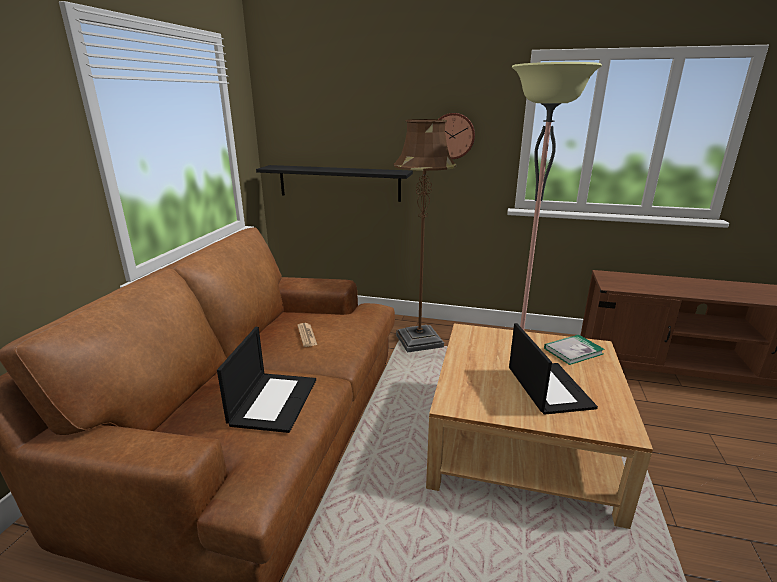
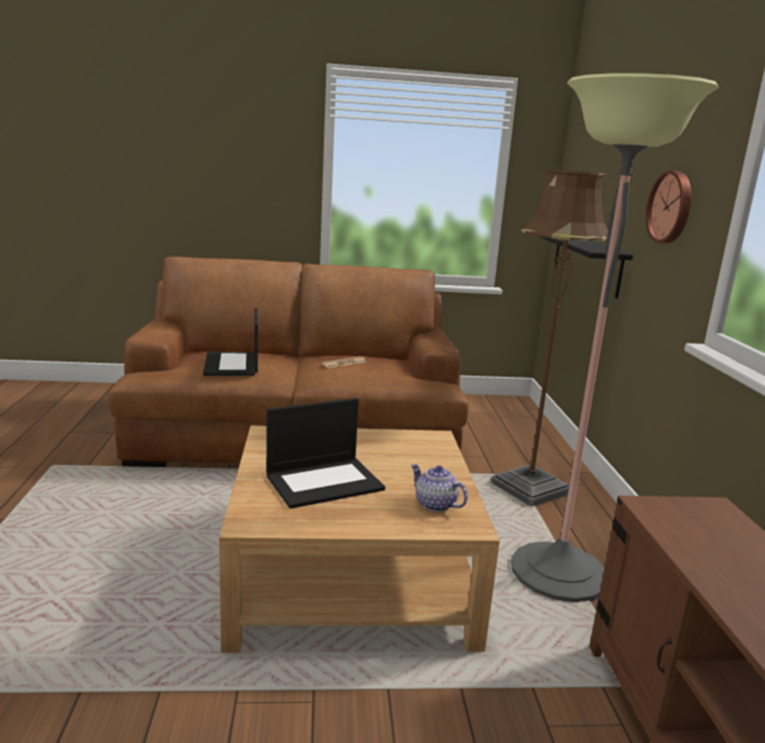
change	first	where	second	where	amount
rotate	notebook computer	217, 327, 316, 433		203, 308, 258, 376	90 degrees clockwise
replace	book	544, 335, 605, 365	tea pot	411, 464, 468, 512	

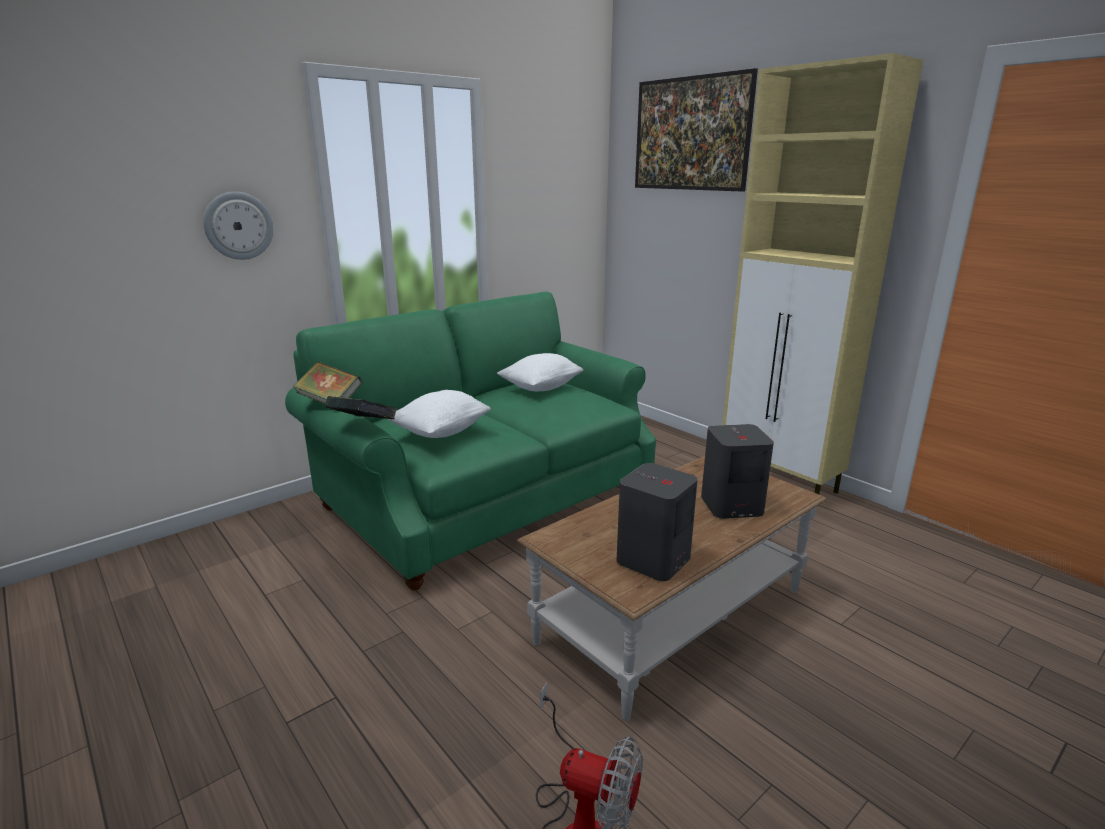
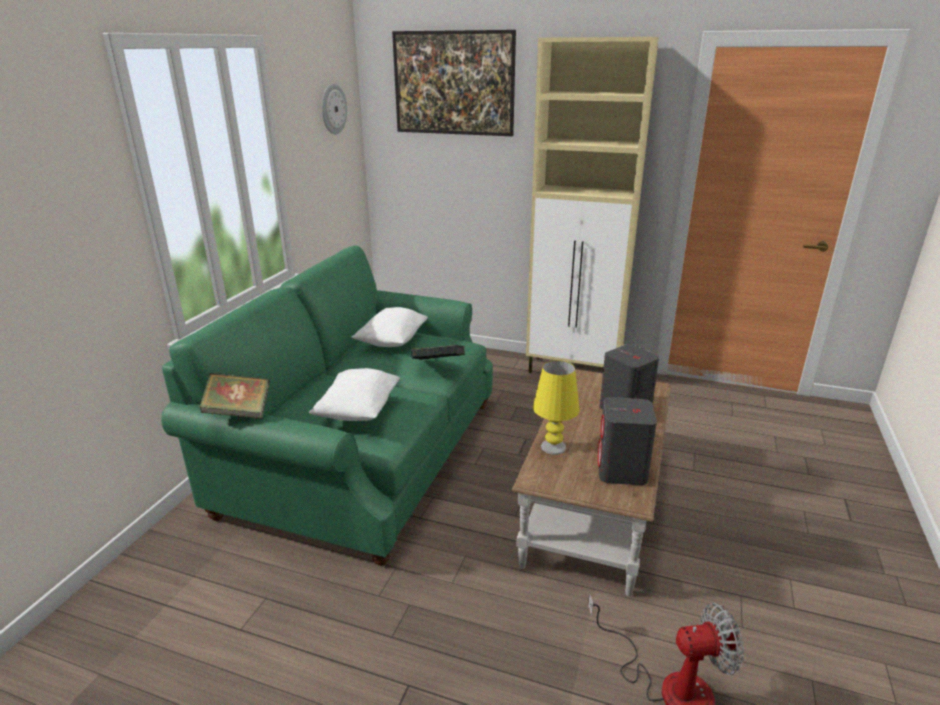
change	first	where	second	where	amount
move	hanging clock	203, 192, 274, 260		322, 83, 347, 134	
move	book	325, 396, 398, 419		411, 345, 465, 360	
insert			yellow-coloured lamp for a table	533, 360, 580, 455	

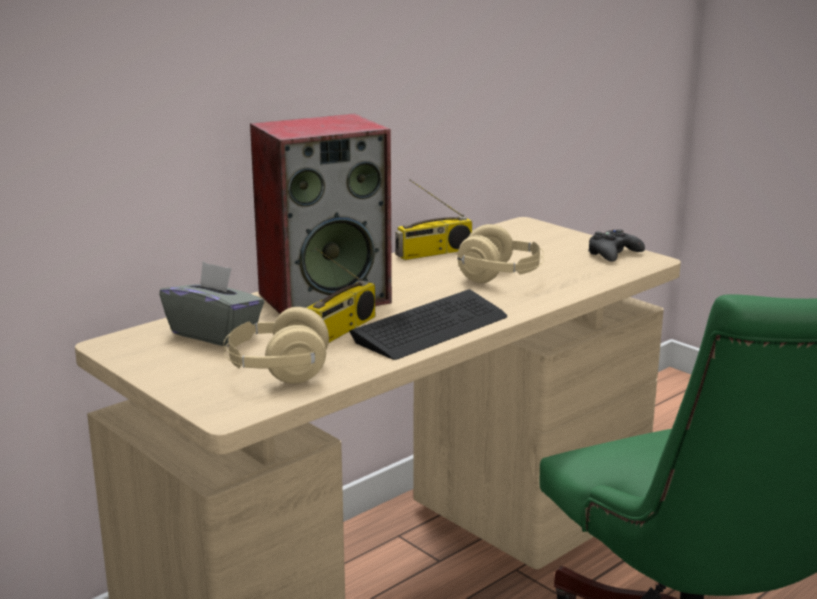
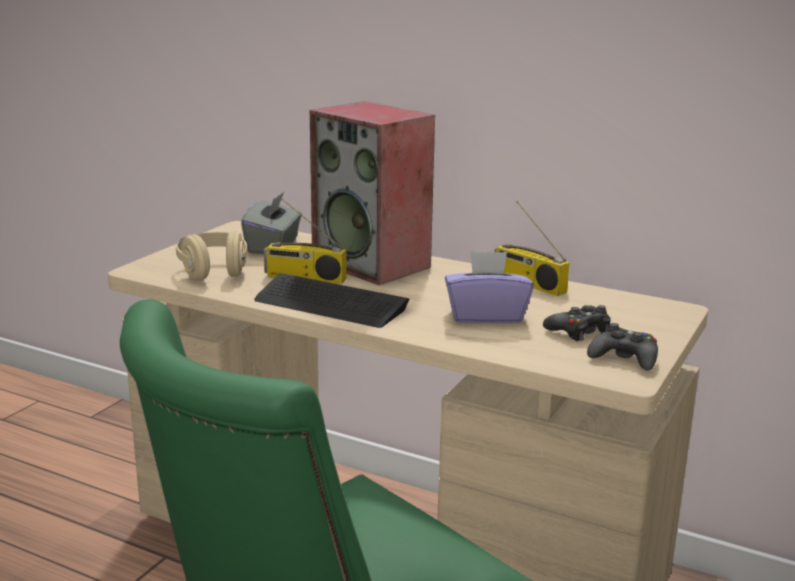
change	first	where	second	where	amount
replace	beige headset	457, 224, 544, 283	purplish tissue holder	445, 251, 534, 323	
insert			blackish joypad	543, 305, 611, 341	

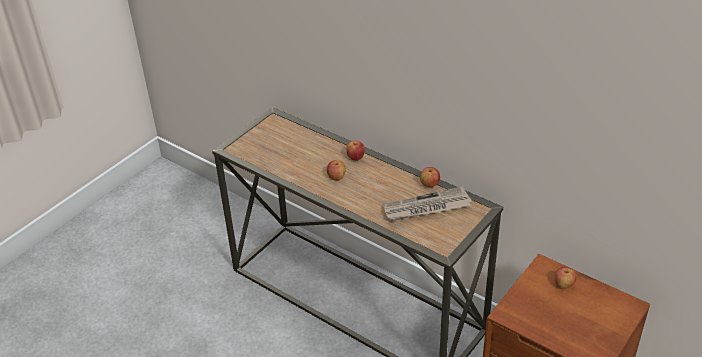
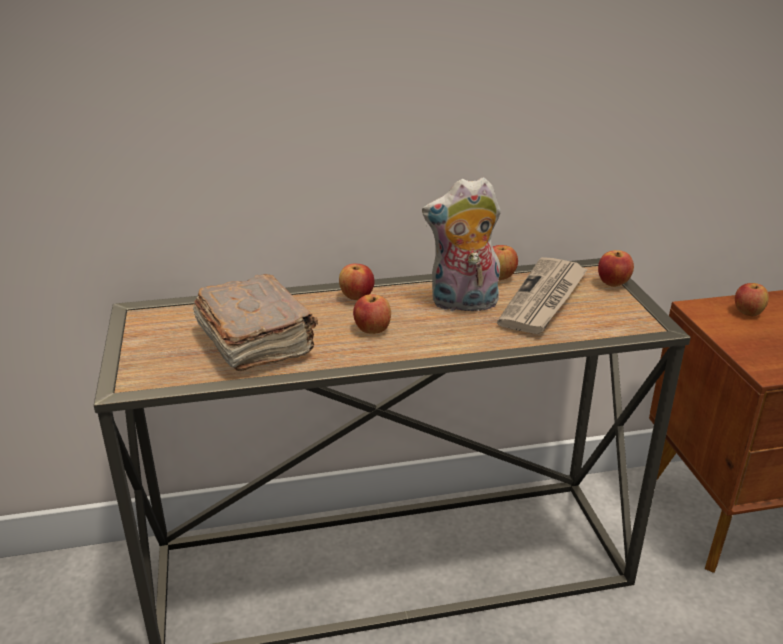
change	first	where	second	where	amount
insert			brown-coloured book	193, 274, 318, 371	
insert			cuddly toy	422, 177, 501, 311	
insert			apple	598, 250, 634, 287	

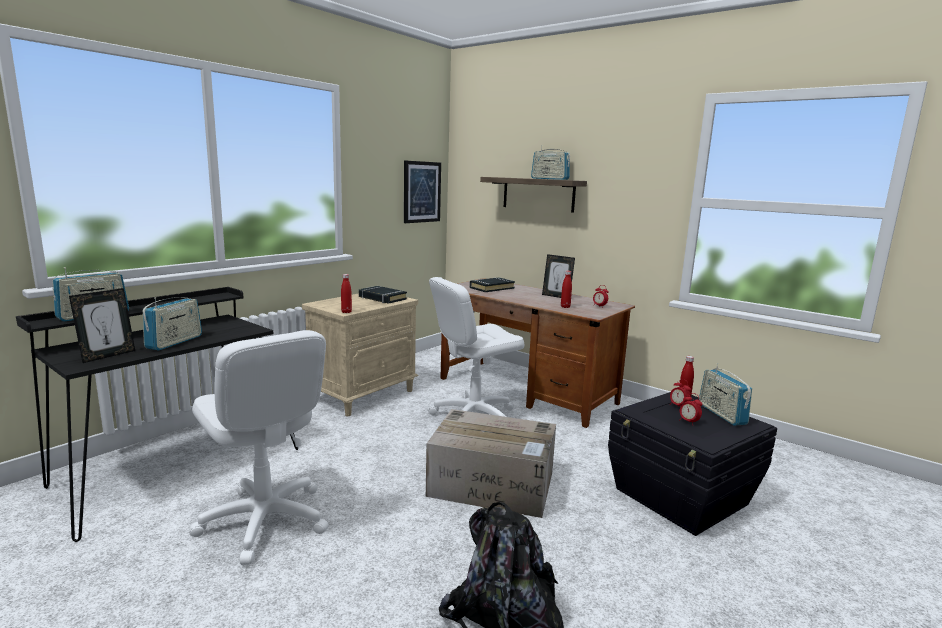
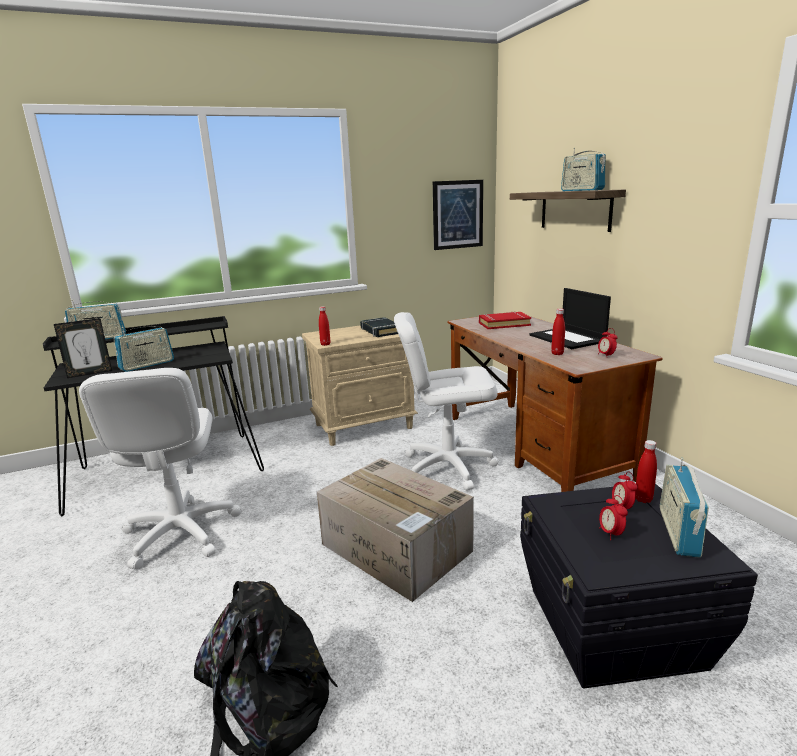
change	first	where	second	where	amount
recolor	blackish book	470, 277, 515, 292	reddish book	479, 312, 531, 329	
replace	photo frame	542, 254, 575, 298	notebook computer	530, 288, 611, 349	

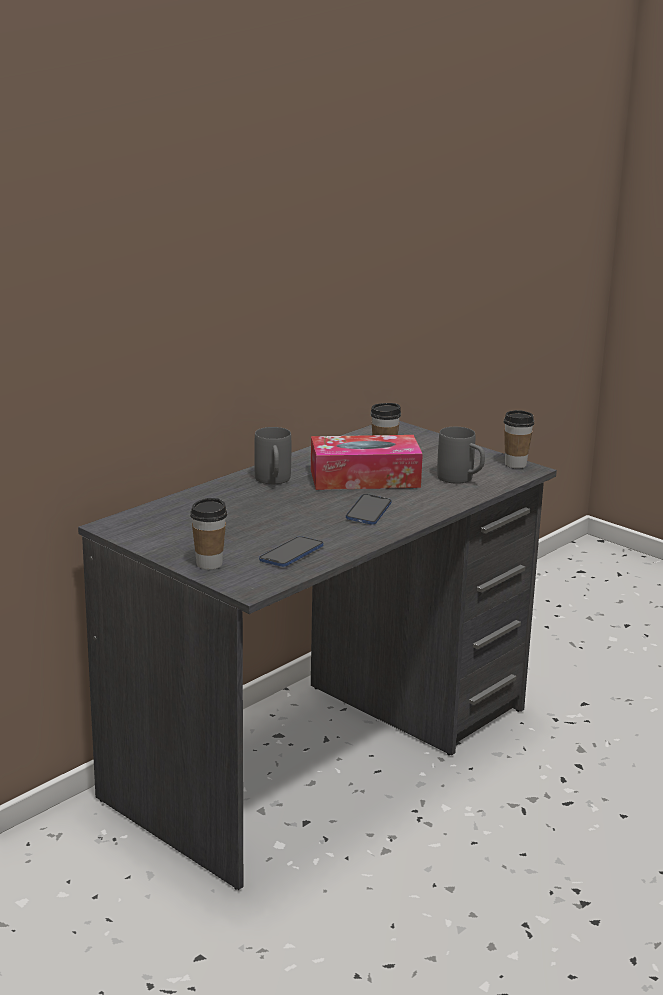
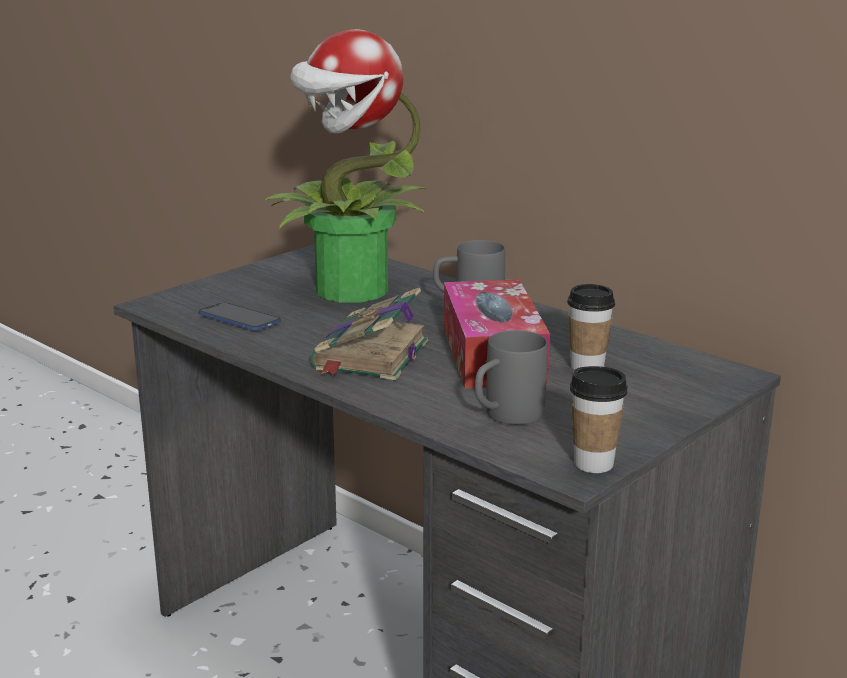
change	first	where	second	where	amount
delete	cup	190, 498, 227, 570			
replace	telephone	346, 494, 392, 525	book	311, 287, 428, 380	
insert			potted plant	266, 29, 426, 302	

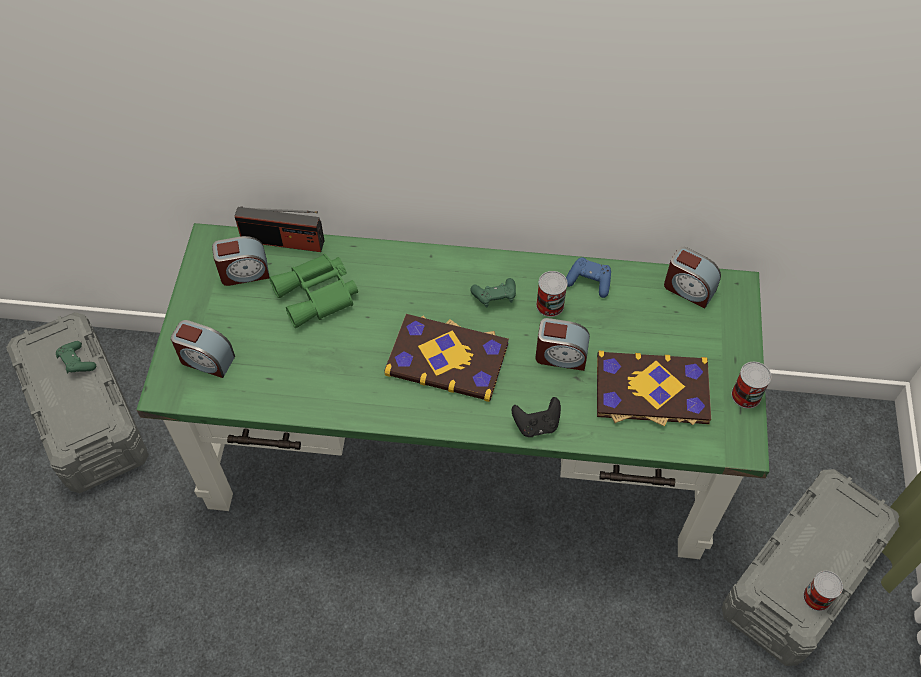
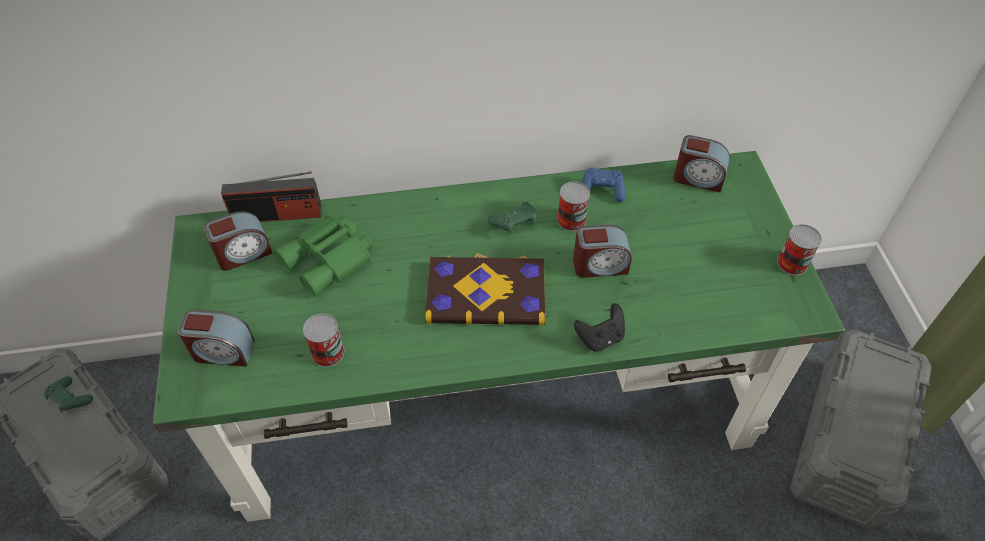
change	first	where	second	where	amount
delete	book	597, 351, 711, 427			
move	can	803, 571, 843, 611		303, 313, 344, 367	

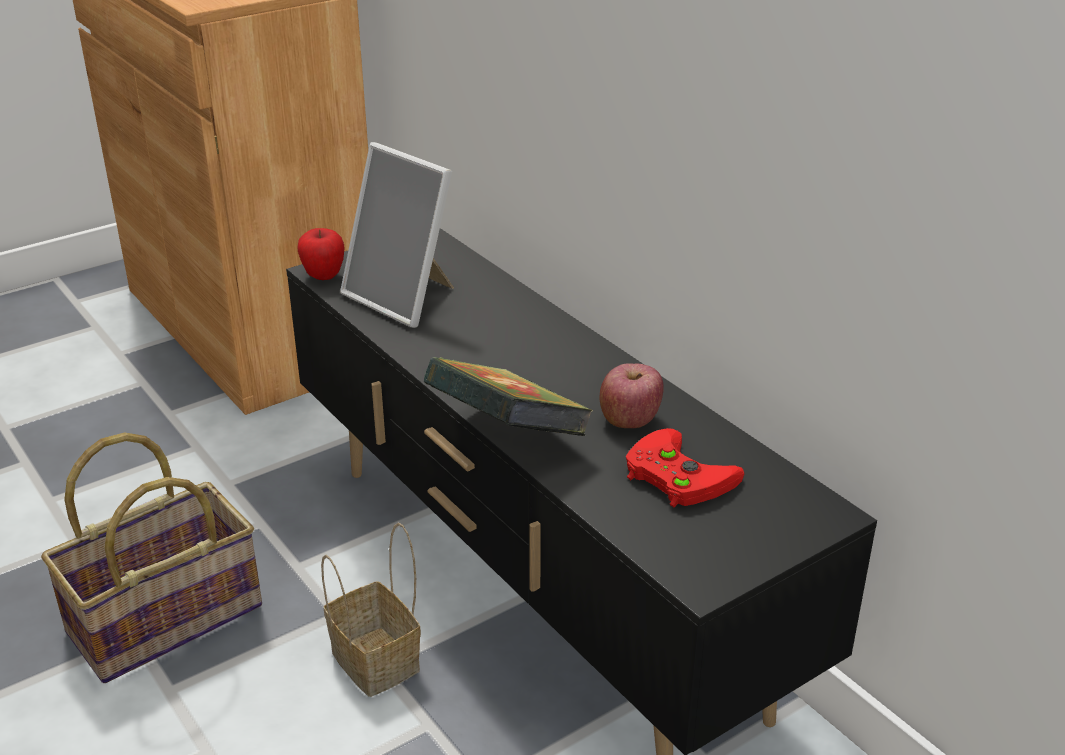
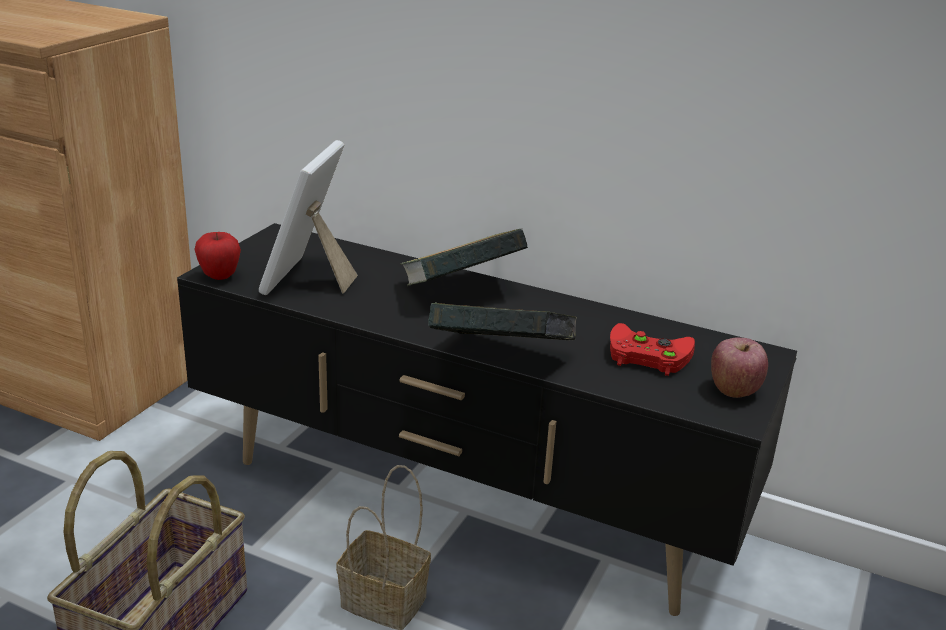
change	first	where	second	where	amount
rotate	photo frame	340, 142, 454, 328		259, 140, 358, 295	90 degrees clockwise
move	apple	599, 363, 664, 428		711, 337, 768, 398	
insert			book	400, 229, 528, 286	

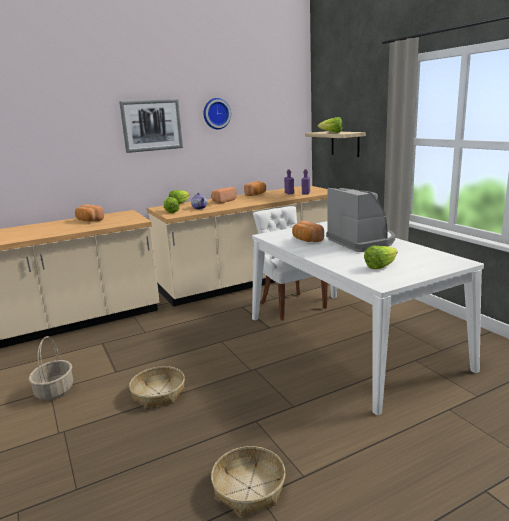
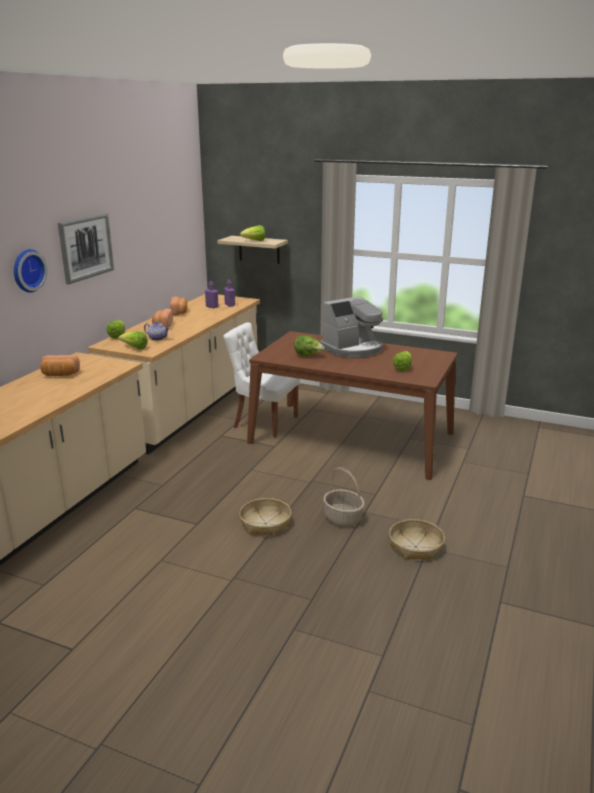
change	first	where	second	where	amount
move	storage basket	29, 336, 73, 400		323, 467, 365, 527	
move	hanging clock	203, 98, 231, 129		14, 249, 48, 293	
recolor	white-coloured kitchen table	252, 221, 484, 415	brown-coloured kitchen table	247, 331, 457, 480	
replace	bakery bread	292, 221, 324, 242	lettuce head	294, 335, 325, 356	
rotate	coffee brewer	326, 188, 395, 252		320, 296, 383, 358	120 degrees clockwise

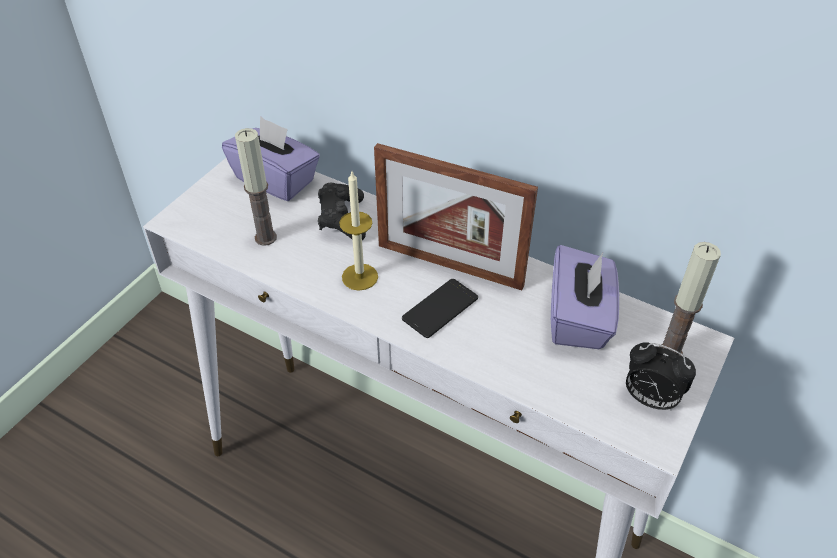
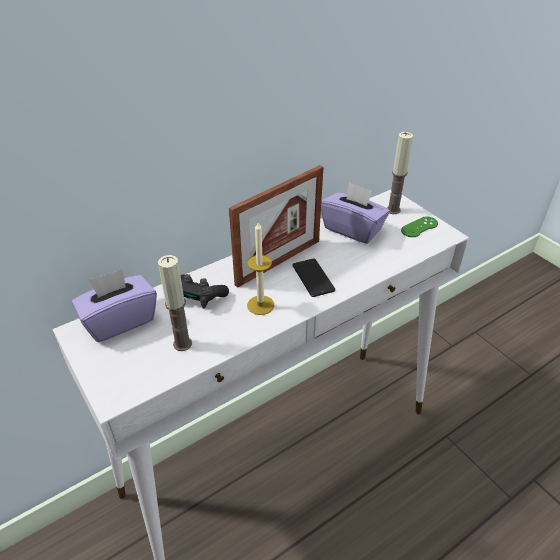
change	first	where	second	where	amount
replace	table clock	626, 342, 696, 410	green-coloured joypad	401, 217, 438, 237	

